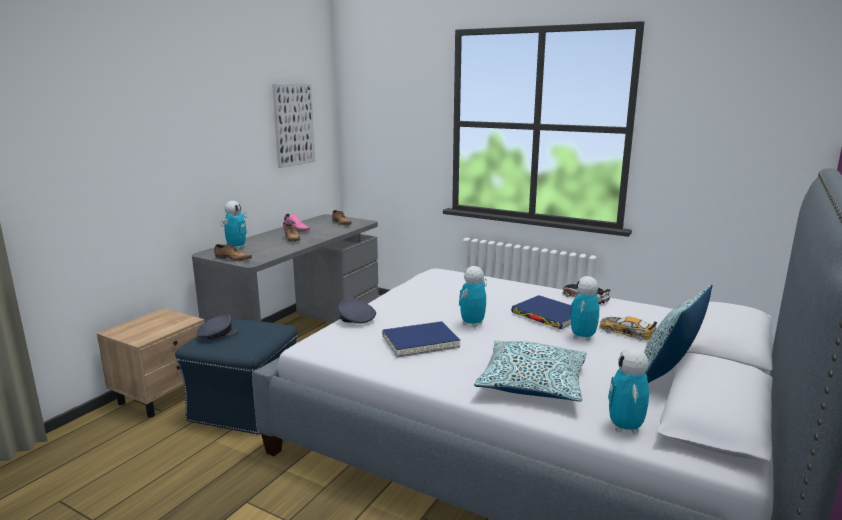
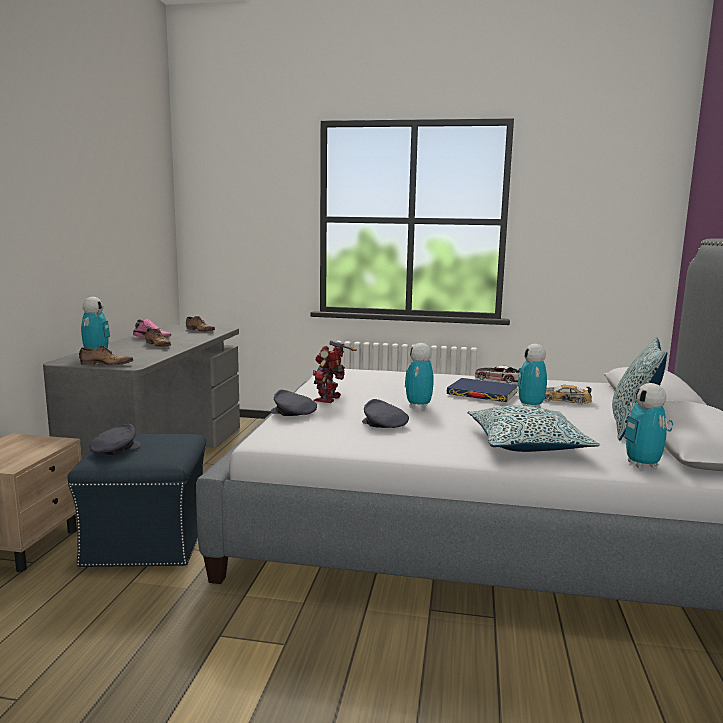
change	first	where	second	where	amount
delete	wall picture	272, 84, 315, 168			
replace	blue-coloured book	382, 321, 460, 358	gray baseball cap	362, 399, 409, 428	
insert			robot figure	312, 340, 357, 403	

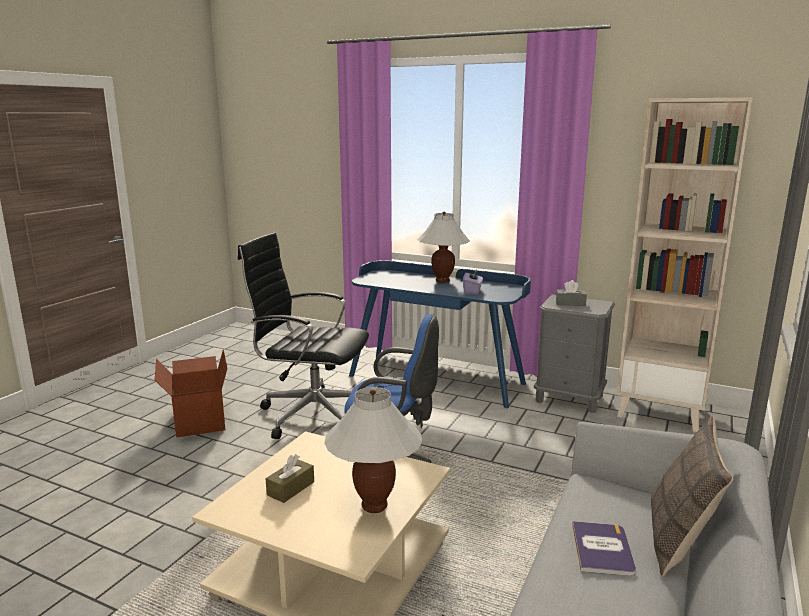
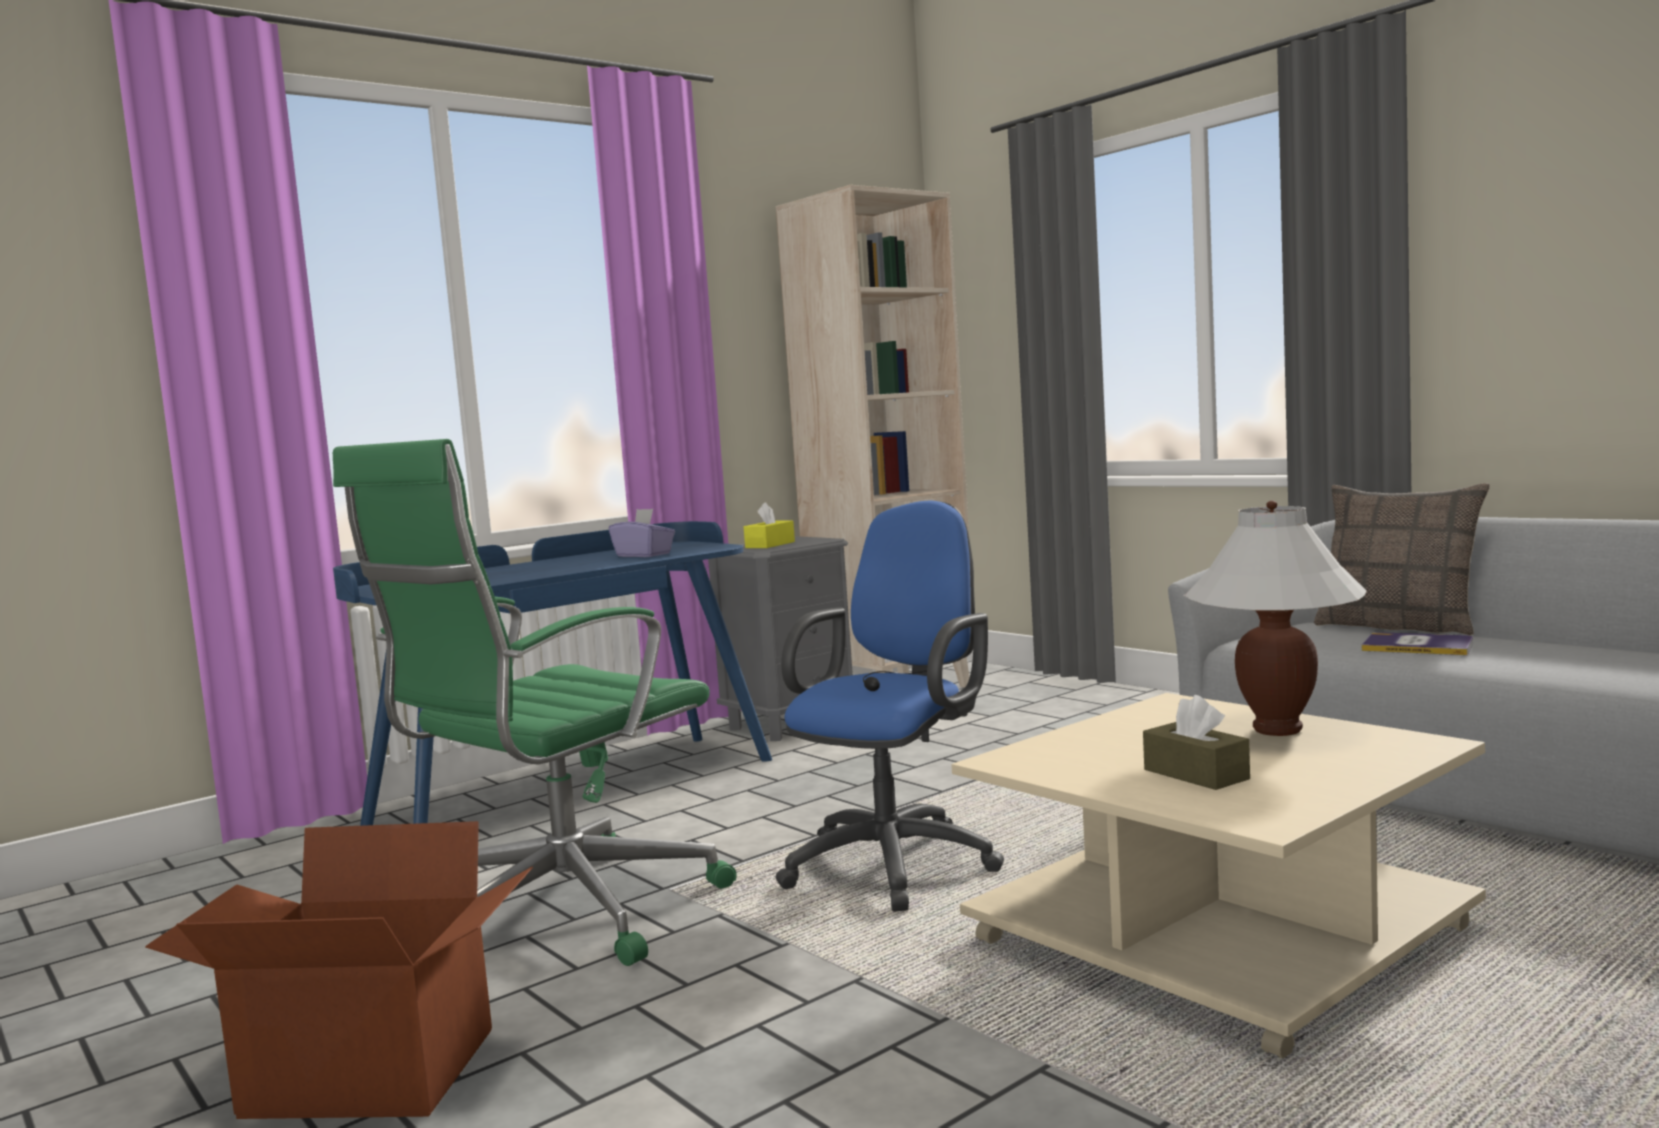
change	first	where	second	where	amount
recolor	blackish desk chair	238, 232, 369, 439	green-coloured desk chair	333, 439, 737, 966	
delete	white-coloured lamp for a table	418, 212, 470, 283			
recolor	gray tissue holder	556, 280, 587, 306	yellow-coloured tissue holder	744, 502, 795, 548	

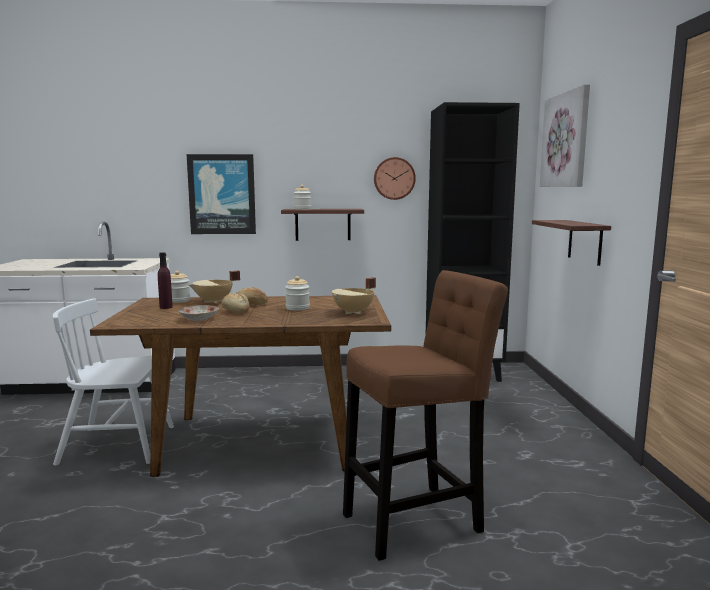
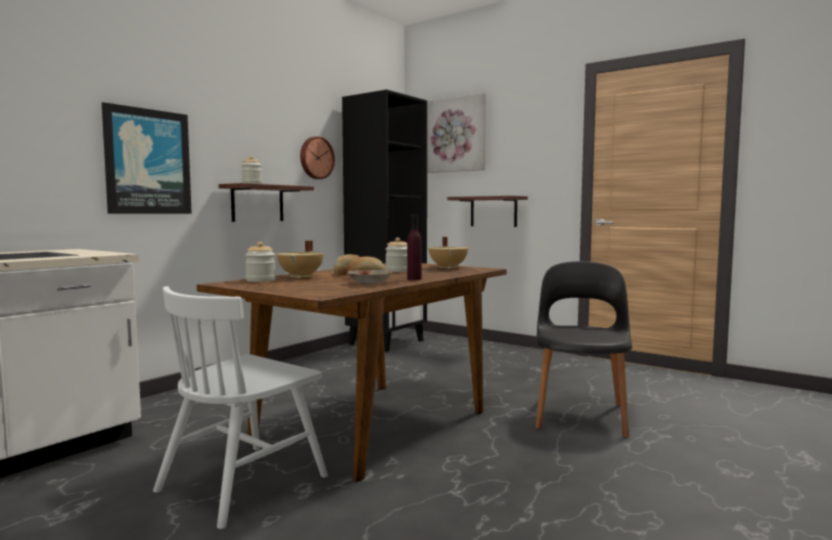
change	first	where	second	where	amount
move	purplish beverage bottle	158, 252, 173, 309		407, 214, 422, 280	
replace	brown-coloured stool seat	343, 270, 508, 561	blackish upright chair	536, 261, 632, 438	

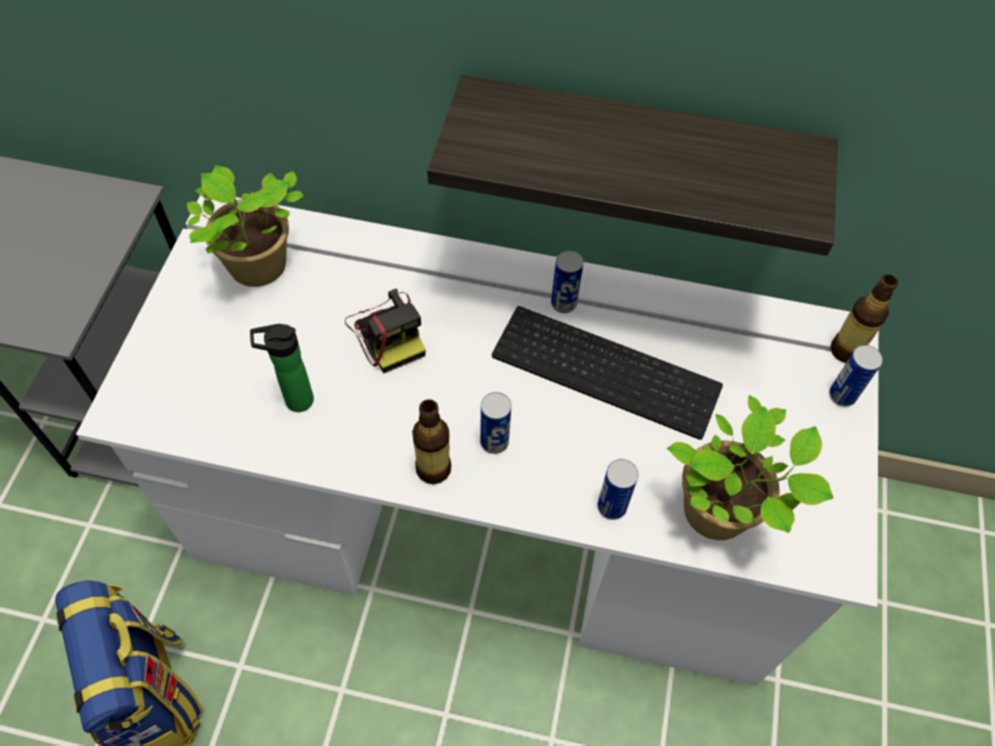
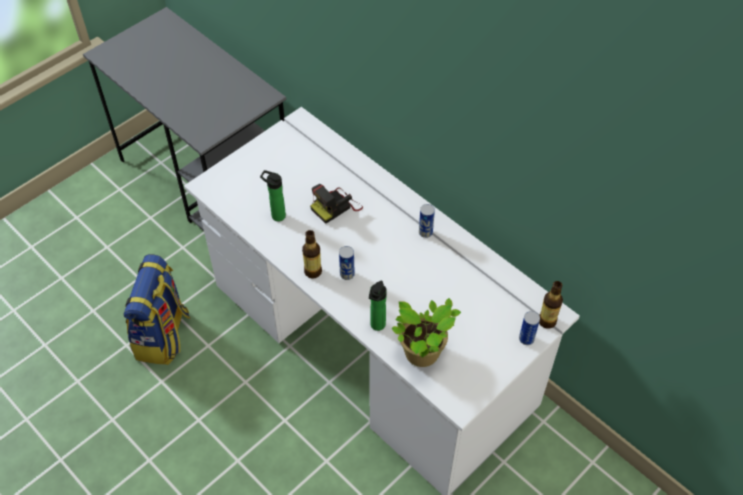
change	first	where	second	where	amount
delete	potted plant	186, 165, 304, 287			
rotate	still camera	345, 289, 426, 373		310, 184, 363, 224	45 degrees clockwise
delete	bracket shelf	427, 75, 838, 256			
delete	keyboard	492, 306, 723, 440			
replace	can	598, 459, 638, 520	beverage bottle	369, 281, 387, 331	

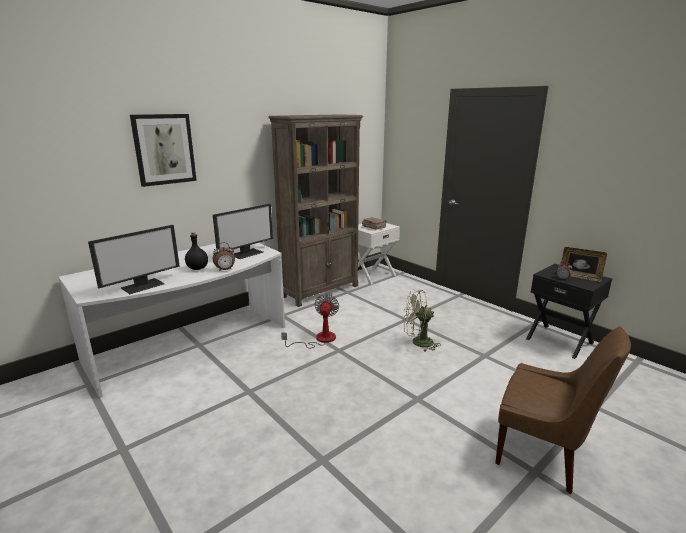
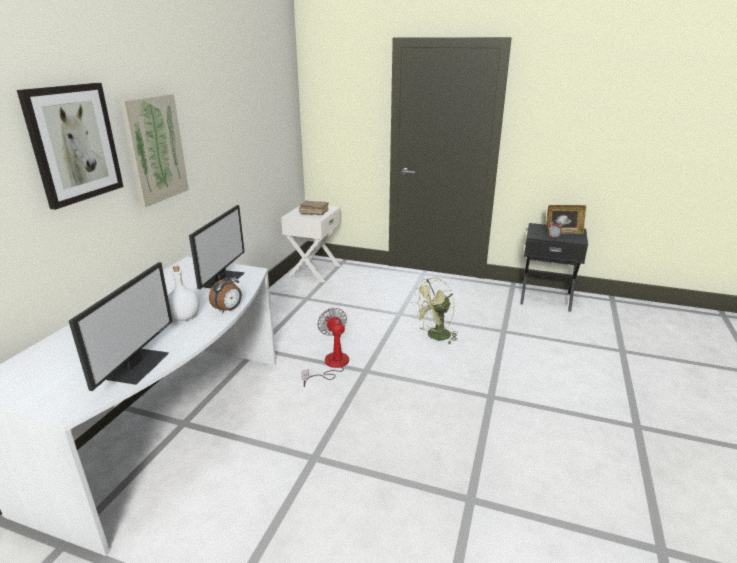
change	first	where	second	where	amount
recolor	blackish beverage bottle	185, 232, 208, 270	white-coloured beverage bottle	168, 266, 200, 321	
delete	brown-coloured bookshelf	268, 114, 363, 307			
delete	brown-coloured upright chair	495, 327, 631, 494			
insert			wall picture	119, 94, 189, 207	

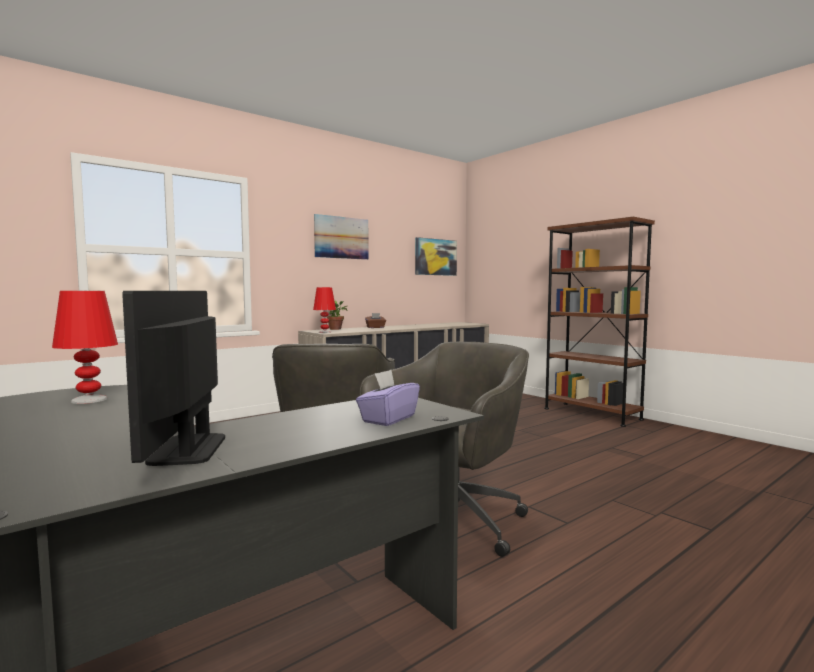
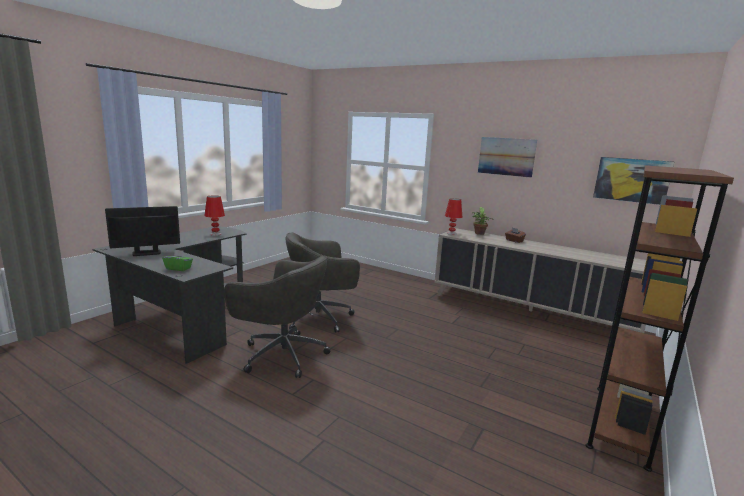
change	first	where	second	where	amount
recolor	purplish tissue holder	356, 370, 420, 426	green-coloured tissue holder	162, 250, 193, 271	

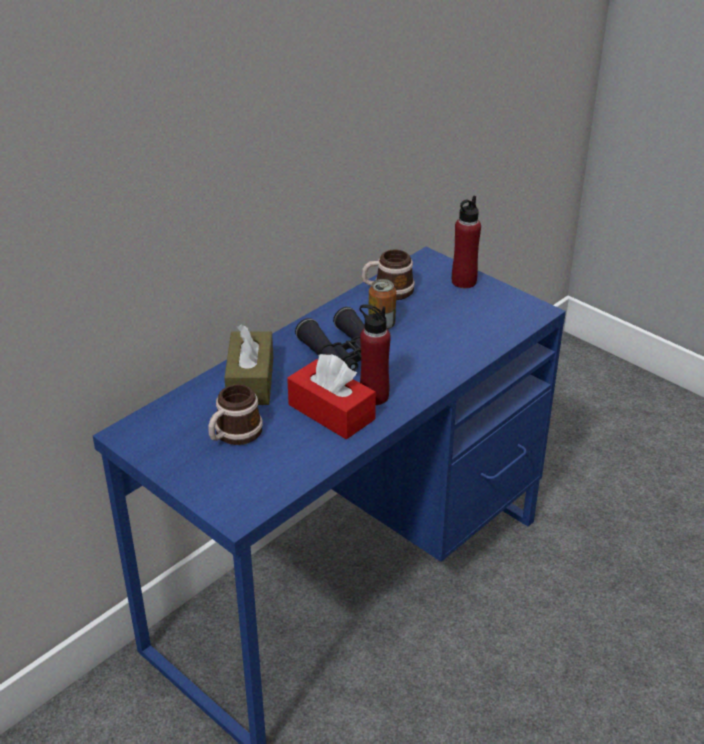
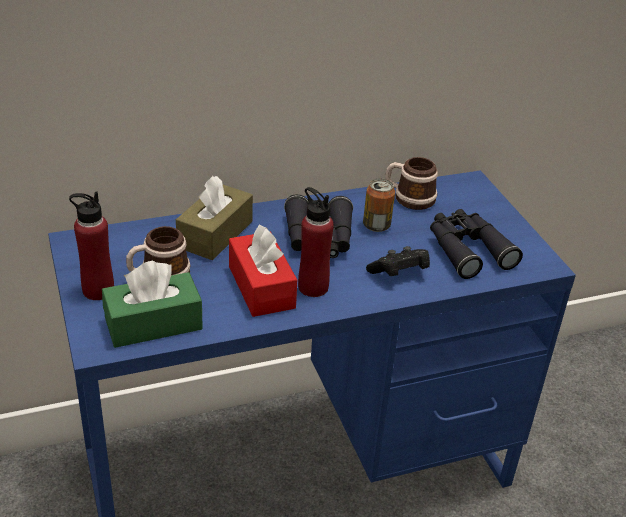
change	first	where	second	where	amount
move	reddish beverage bottle	452, 196, 481, 288		69, 192, 114, 300	
insert			green-coloured tissue holder	102, 261, 203, 348	
insert			blackish joypad	366, 246, 430, 276	
insert			blackish binoculars	430, 209, 523, 279	

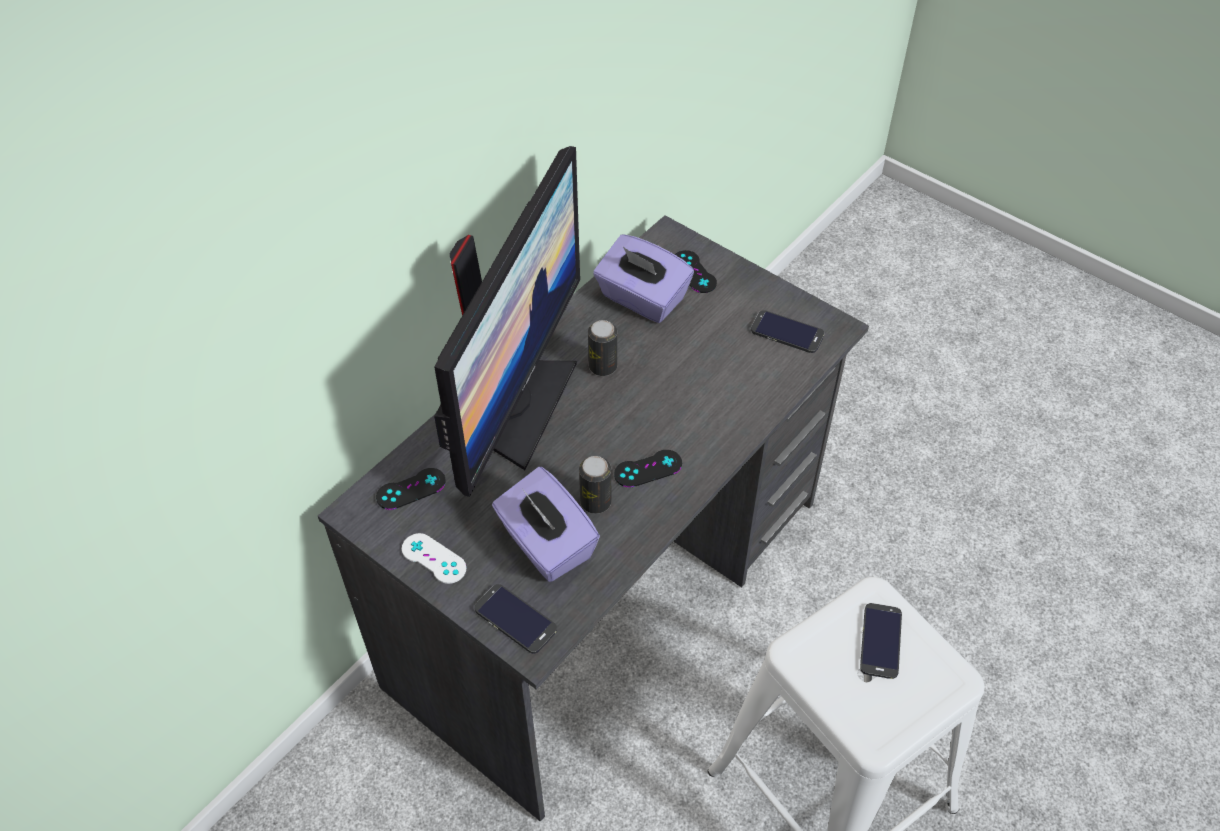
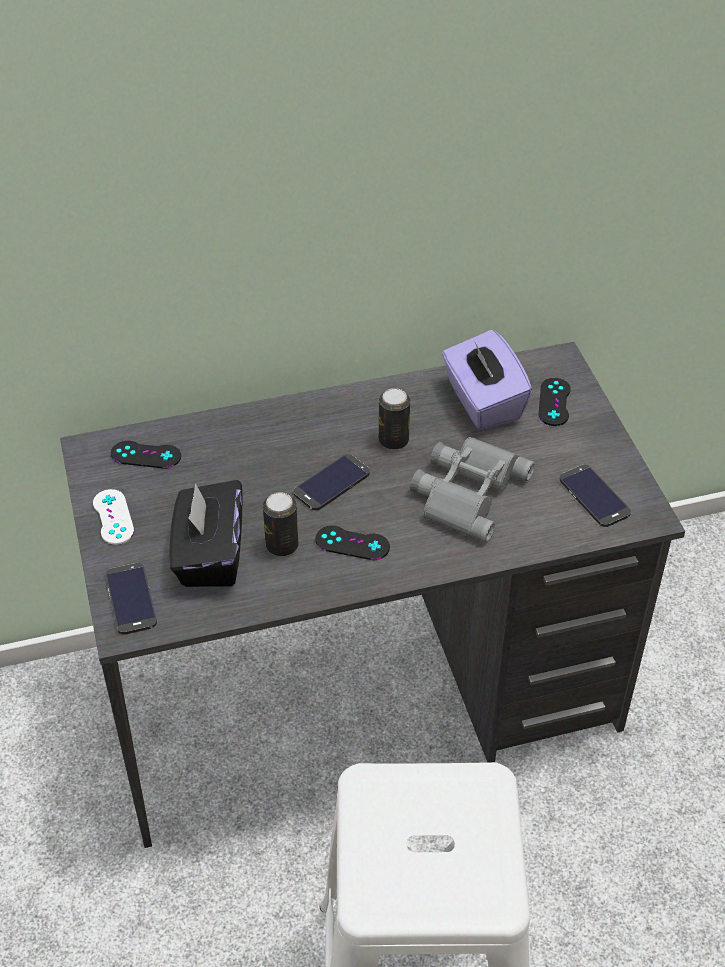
change	first	where	second	where	amount
delete	computer screen	434, 146, 580, 497			
recolor	purplish tissue holder	492, 467, 600, 582	blackish tissue holder	169, 480, 242, 587	
move	telephone	860, 603, 902, 679		294, 454, 370, 511	
insert			gray binoculars	410, 437, 535, 542	

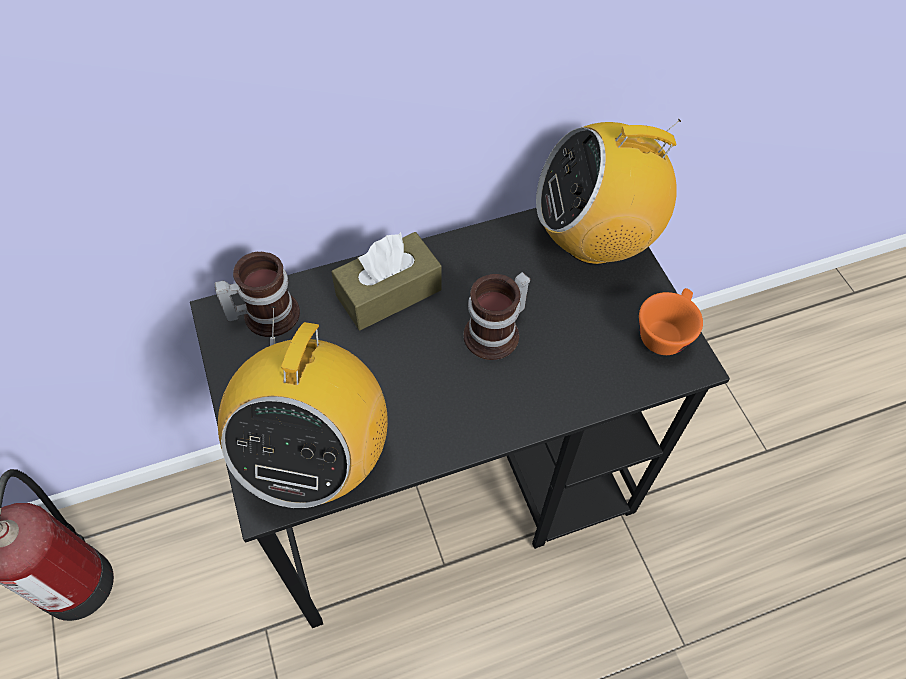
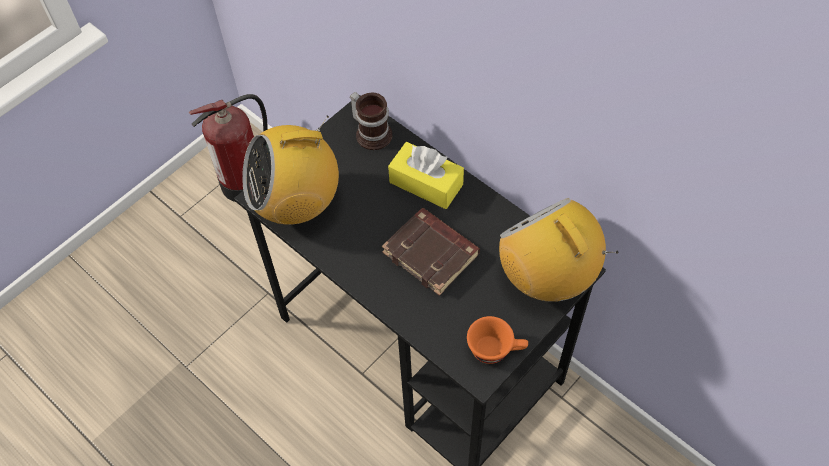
change	first	where	second	where	amount
recolor	brown-coloured tissue holder	331, 232, 442, 330	yellow-coloured tissue holder	388, 142, 464, 209	
replace	coffee mug	463, 272, 530, 360	brown-coloured book	382, 208, 480, 296	

